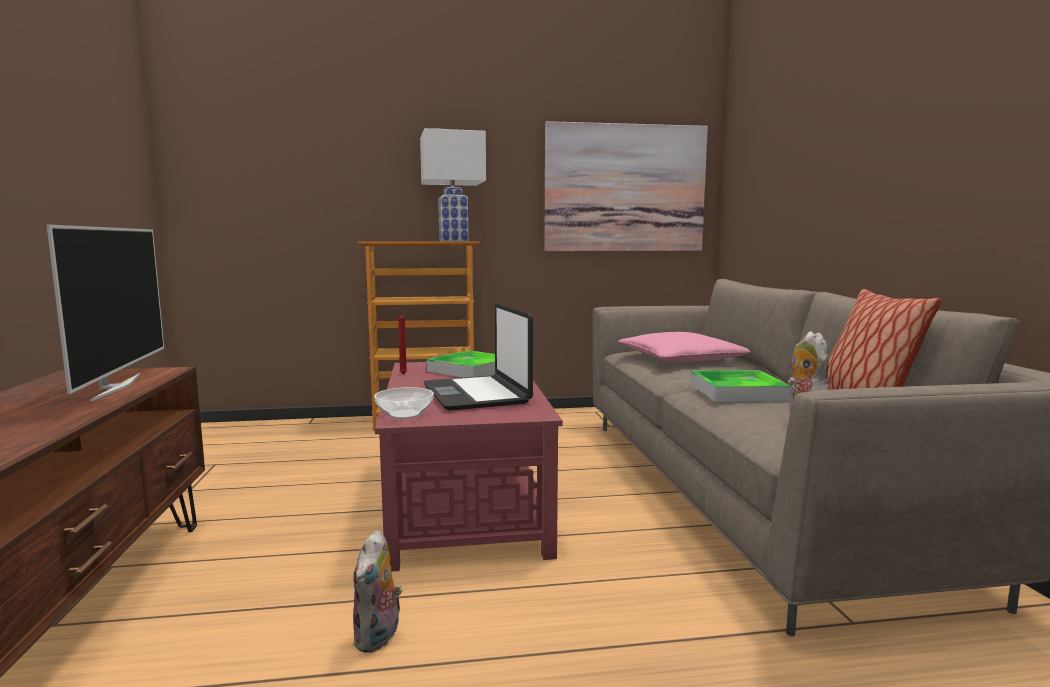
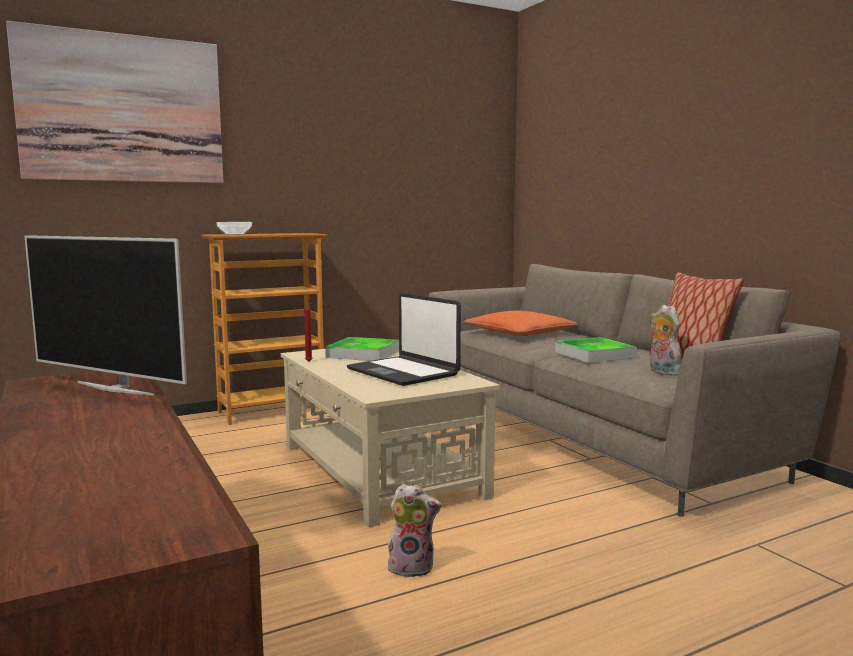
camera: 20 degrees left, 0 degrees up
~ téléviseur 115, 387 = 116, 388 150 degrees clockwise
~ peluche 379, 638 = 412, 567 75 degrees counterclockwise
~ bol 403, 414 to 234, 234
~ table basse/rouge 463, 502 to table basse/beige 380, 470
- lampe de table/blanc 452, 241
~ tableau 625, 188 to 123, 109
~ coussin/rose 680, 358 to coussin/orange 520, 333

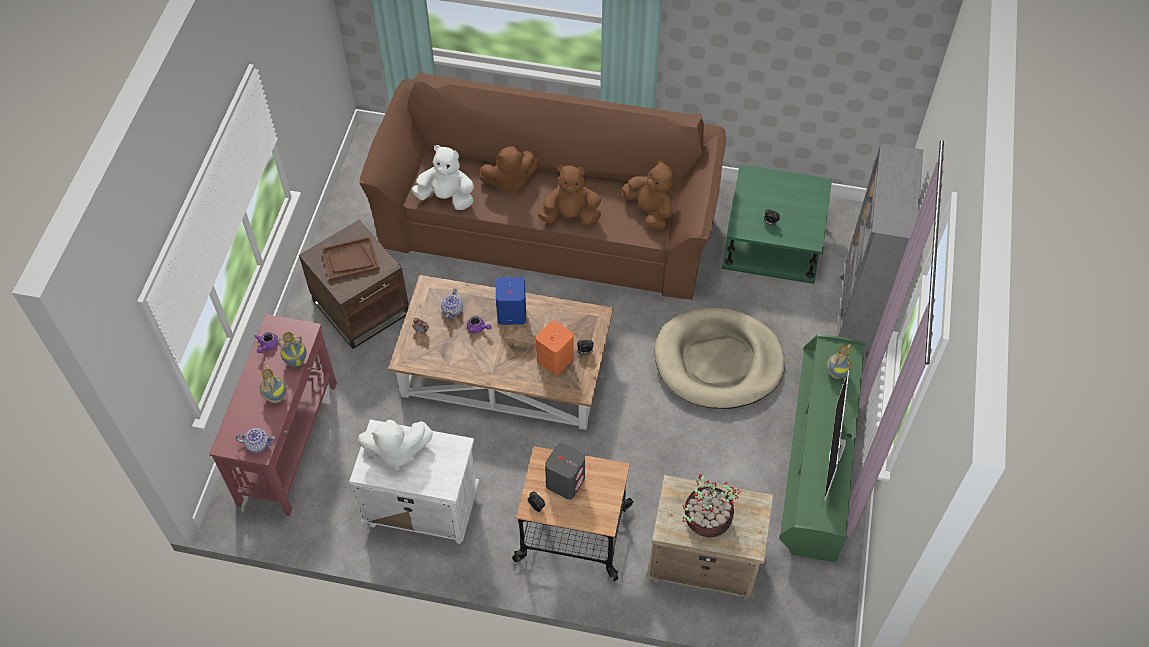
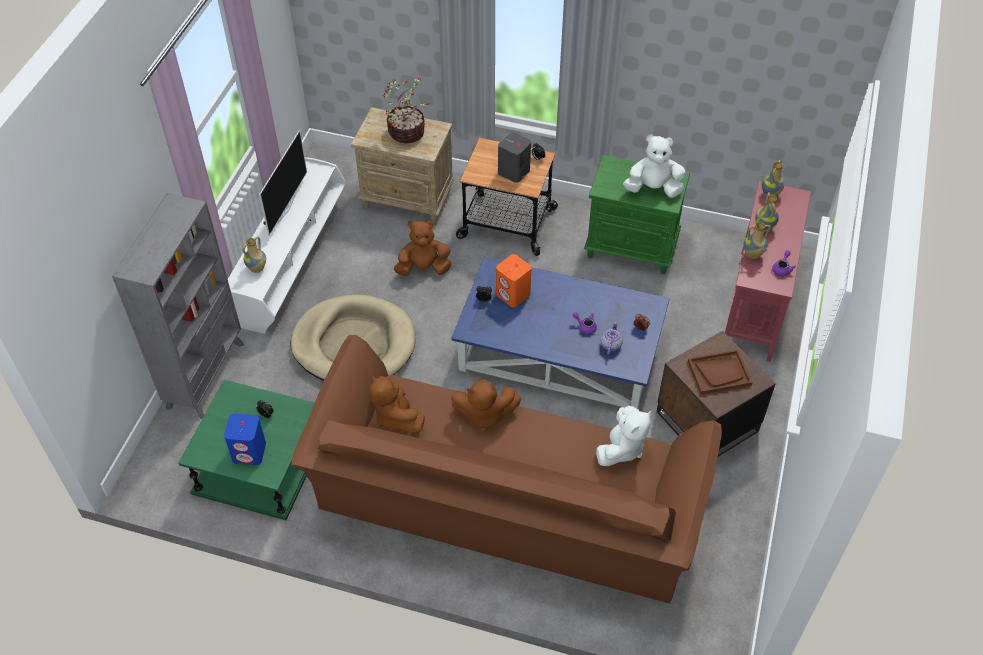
camera: 175 degrees left, 5 degrees down
~ théière 258, 444 to vase 770, 194
~ table de chevet/blanc 421, 508 to table de chevet/vert 632, 248
~ table basse/marron 506, 367 to table basse/bleu 557, 353
~ peluche/blanc 446, 197 = 622, 448 75 degrees counterclockwise
~ peluche/marron 510, 181 to 423, 268
~ enceinte/bleu 511, 313 to 249, 452
~ meuble télé/vert 816, 459 to meuble télé/blanc 292, 260

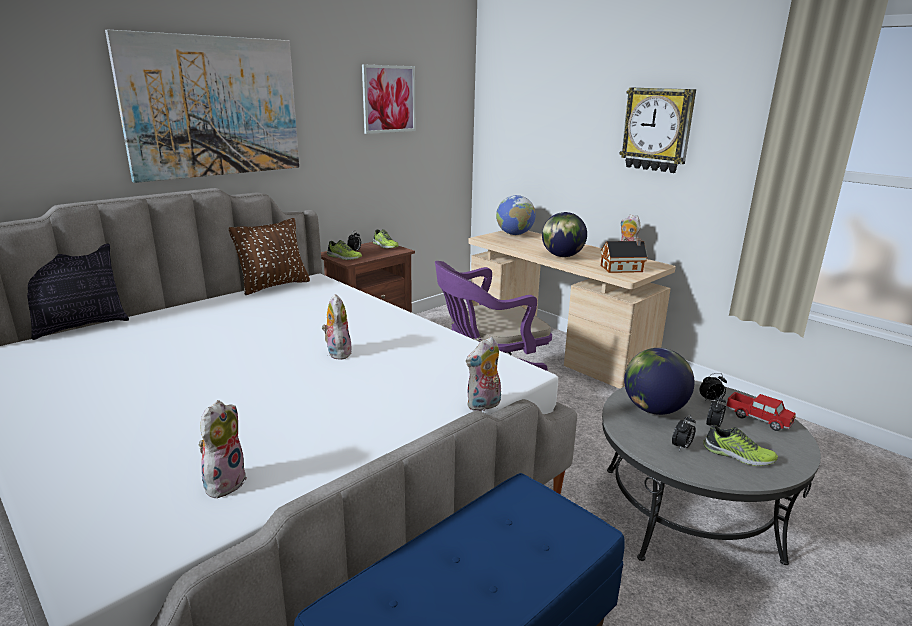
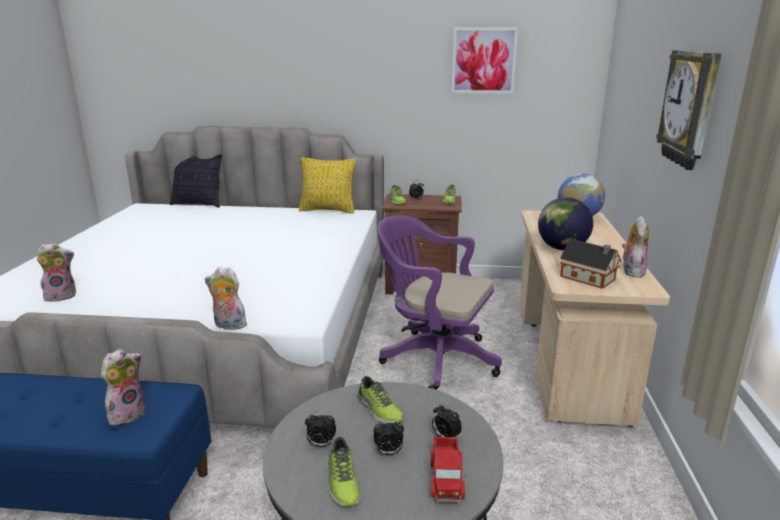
camera: 50 degrees right, 0 degrees up
- tableau 213, 107
~ coussin/marron 274, 286 to coussin/jaune 328, 210
~ peluche 337, 352 to 127, 413
~ globe 653, 409 to chaussure 378, 410

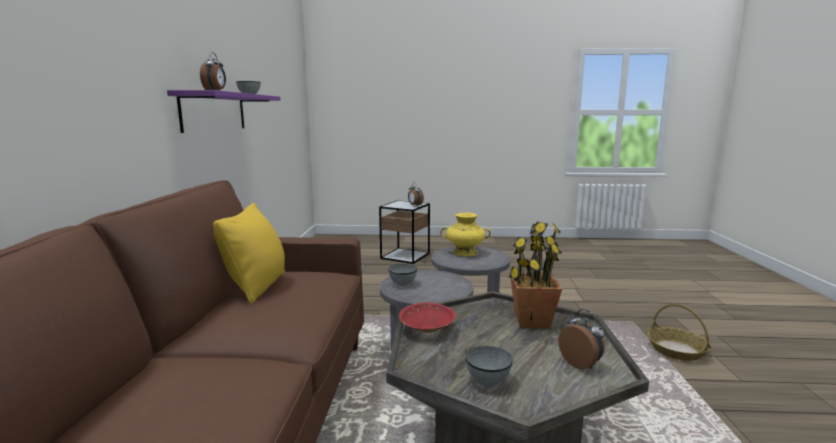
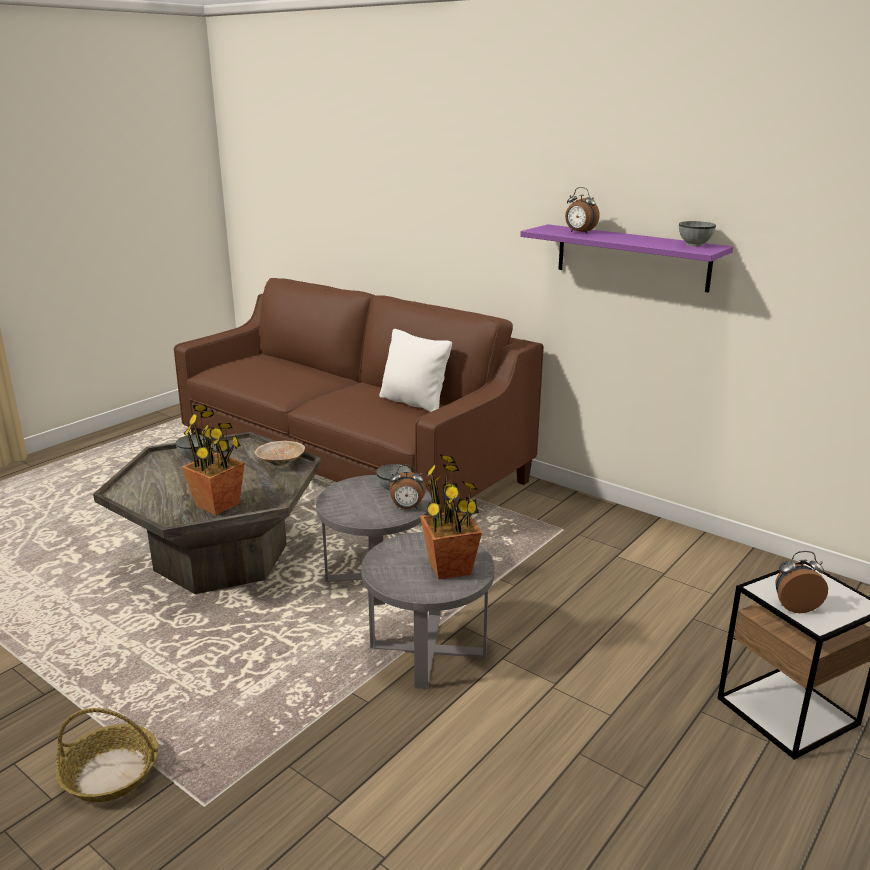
camera: 125 degrees right, 10 degrees up
~ coussin/jaune 257, 286 to coussin/blanc 414, 402
~ bol/rouge 426, 330 to bol/beige 281, 462
~ vase/jaune 464, 252 to plante en pot 450, 568
~ réveil 581, 364 to 407, 508

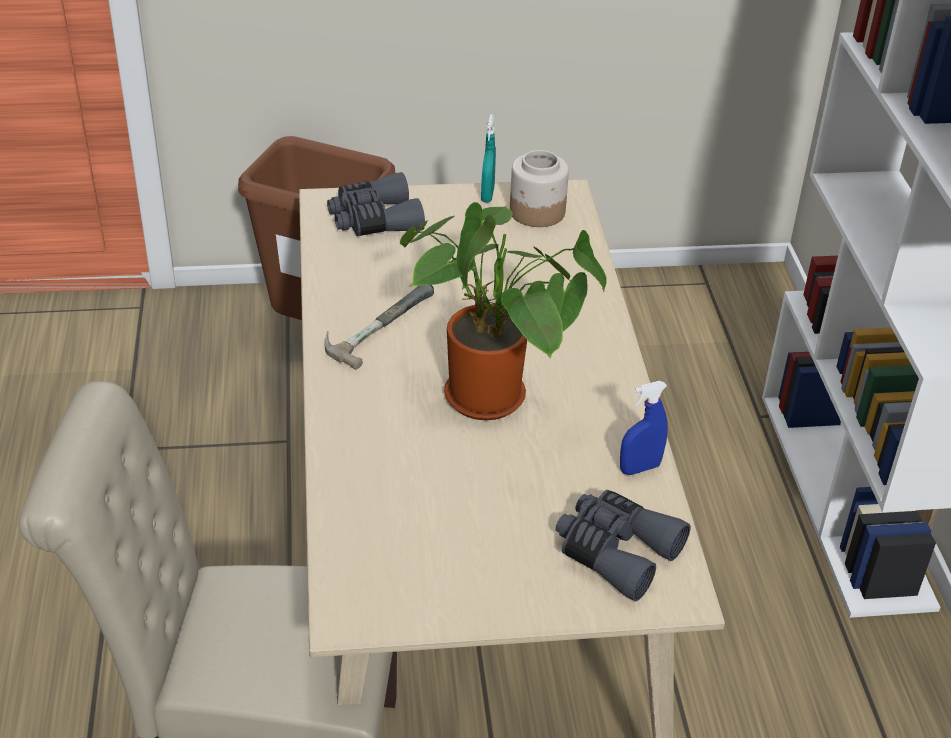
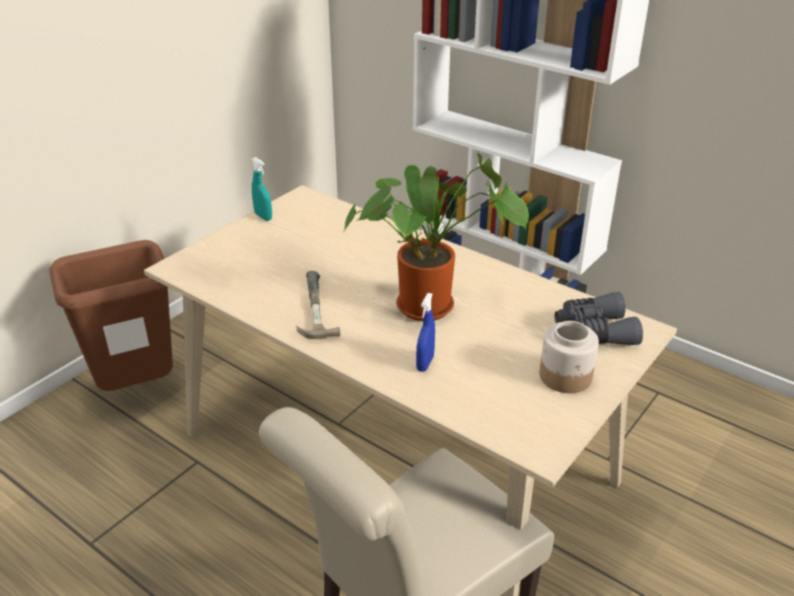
camera: 45 degrees left, 5 degrees down
- jumelles/gris 374, 220
~ bocal 537, 212 to 566, 376
~ vaporisateur/bleu 640, 468 to 425, 363

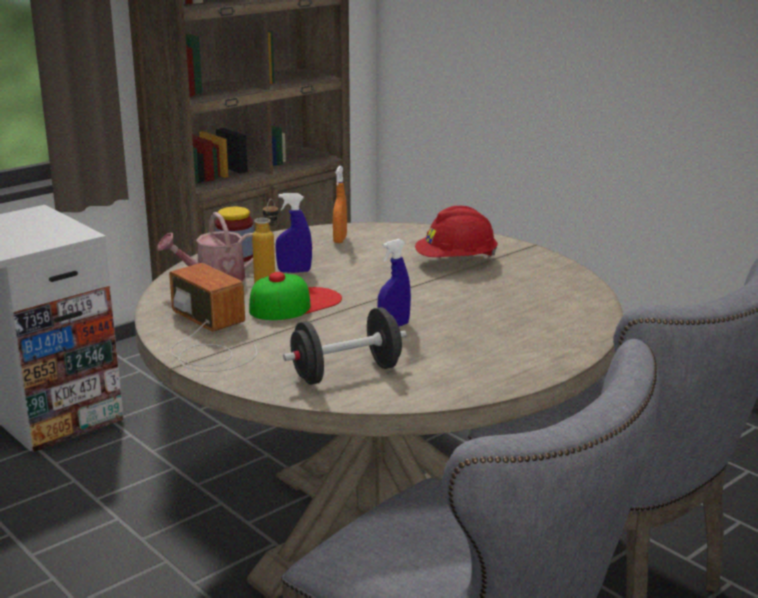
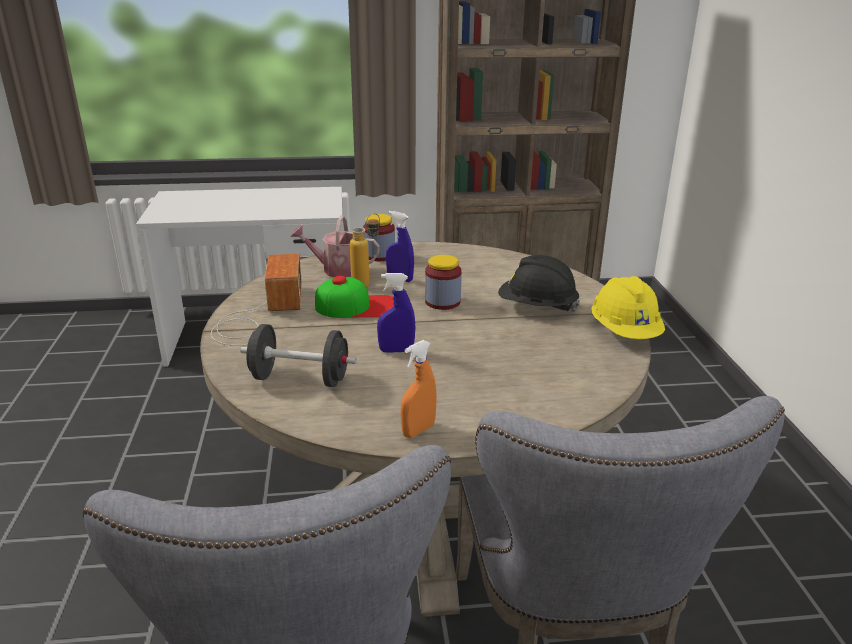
camera: 35 degrees right, 5 degrees up
~ vaporisateur/orange 340, 239 to 418, 430
~ casque de chantier/rouge 456, 262 to casque de chantier/noir 536, 307
+ bocal 442, 302
+ casque de chantier/jaune 624, 332

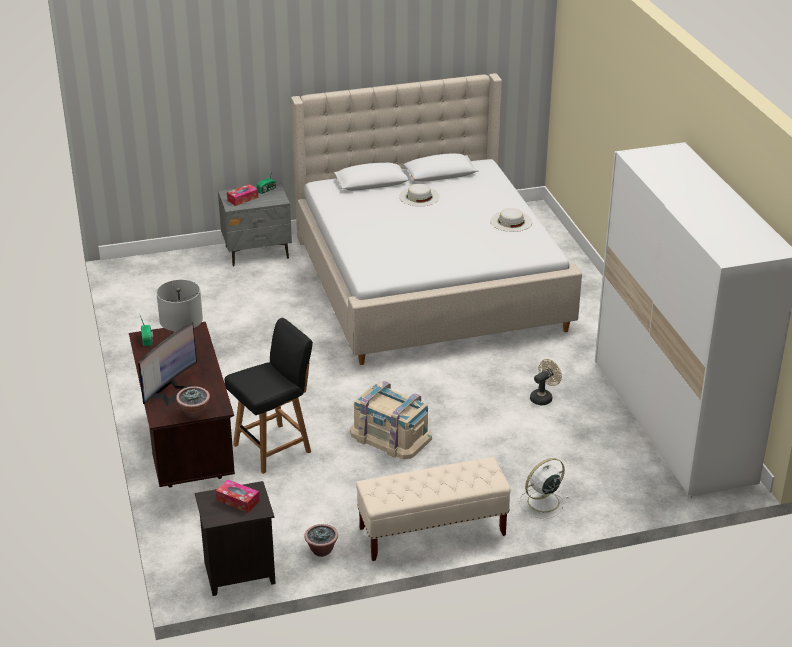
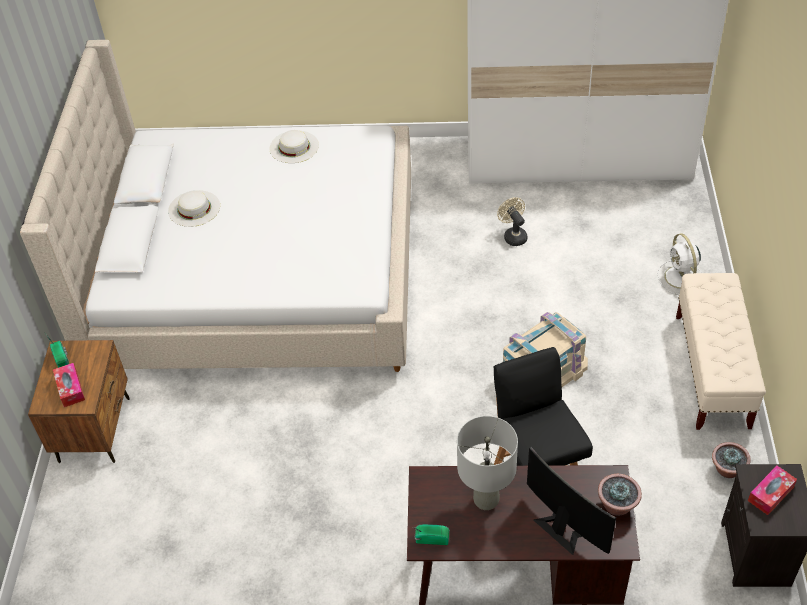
camera: 70 degrees left, 15 degrees up
~ table de chevet/gris 257, 252 to table de chevet/marron 95, 429

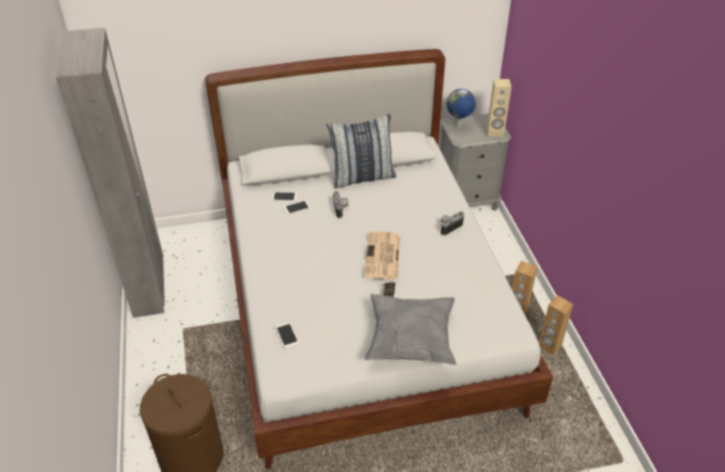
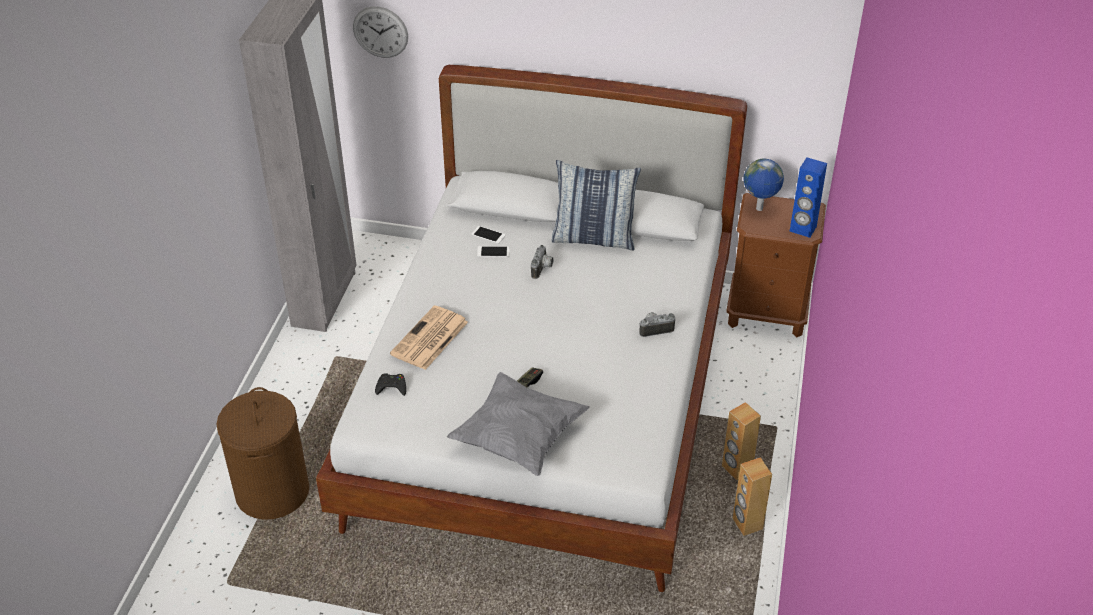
camera: 25 degrees right, 0 degrees up
~ téléphone 287, 335 to manette/noir 391, 387
~ journal 383, 256 to 429, 339
~ table de chevet/gris 467, 201 to table de chevet/marron 767, 313
~ enceinte/beige 495, 132 to enceinte/bleu 803, 229
+ horloge murale 380, 32

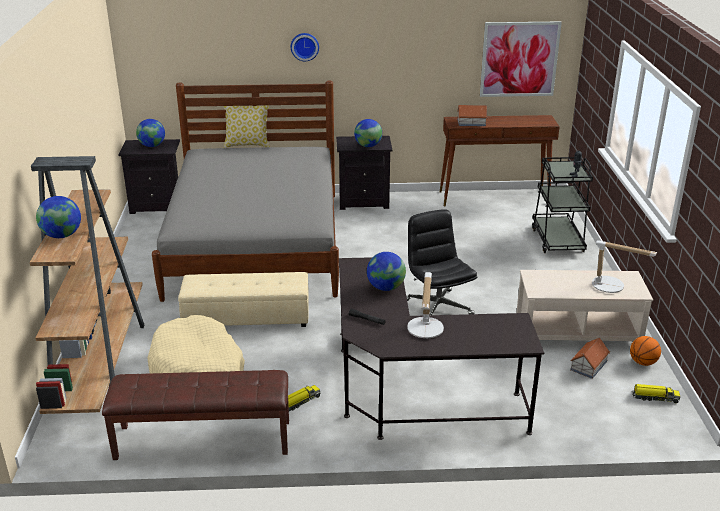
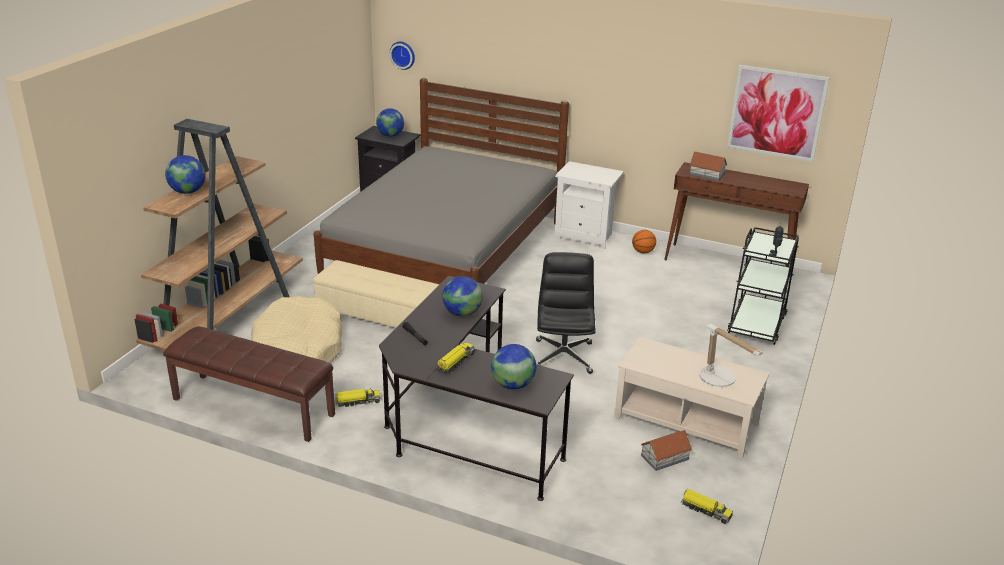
camera: 25 degrees right, 0 degrees up
- coussin 247, 145
~ horloge murale 304, 46 to 403, 54
~ table de chevet/noir 364, 201 to table de chevet/blanc 585, 236
~ globe 368, 146 to 513, 385
~ lampe de table 425, 332 to camion jouet 455, 362
~ ballon de basket 643, 362 to 643, 252

